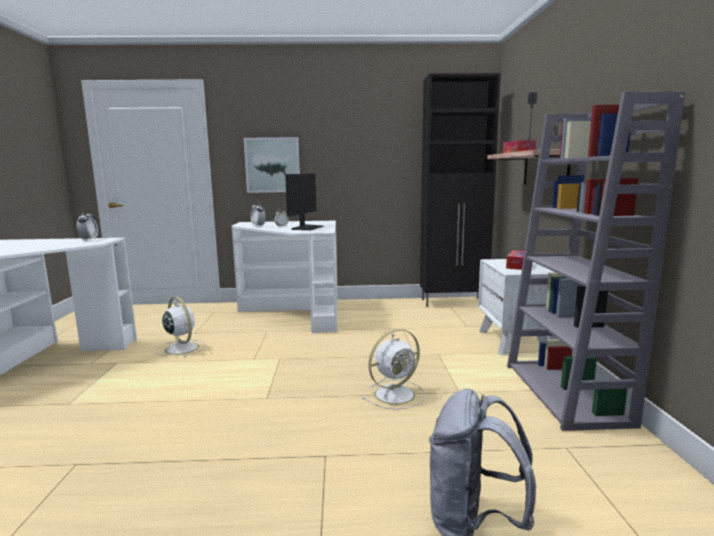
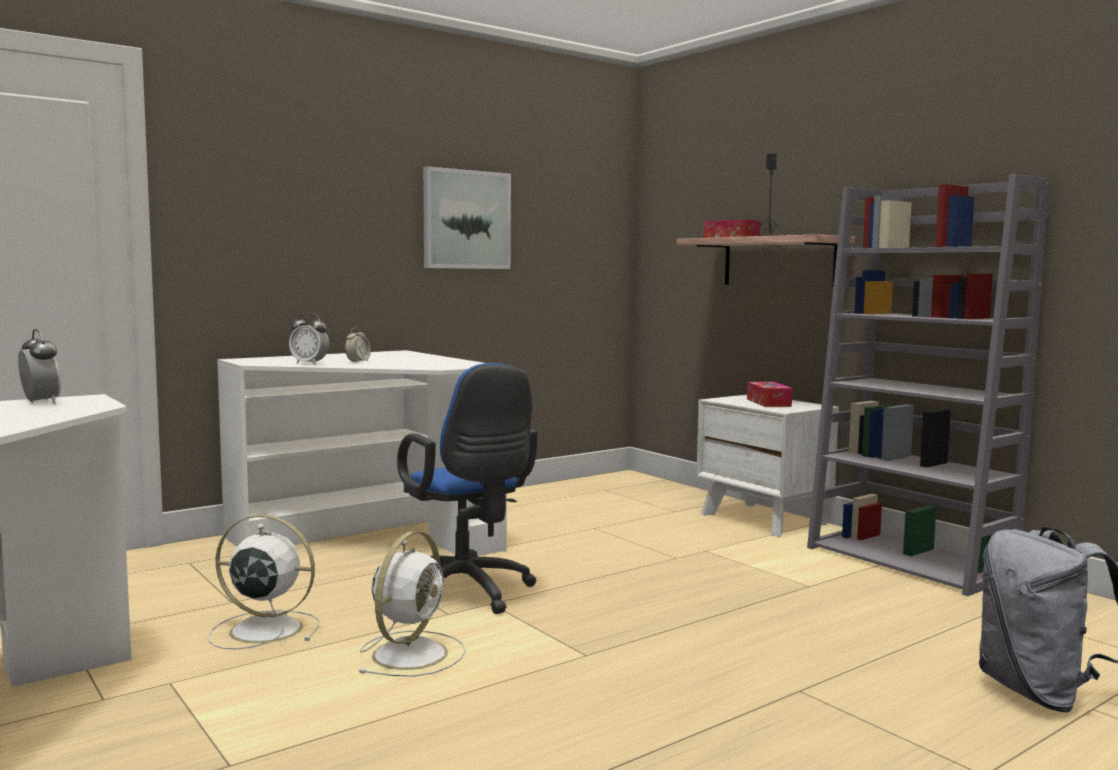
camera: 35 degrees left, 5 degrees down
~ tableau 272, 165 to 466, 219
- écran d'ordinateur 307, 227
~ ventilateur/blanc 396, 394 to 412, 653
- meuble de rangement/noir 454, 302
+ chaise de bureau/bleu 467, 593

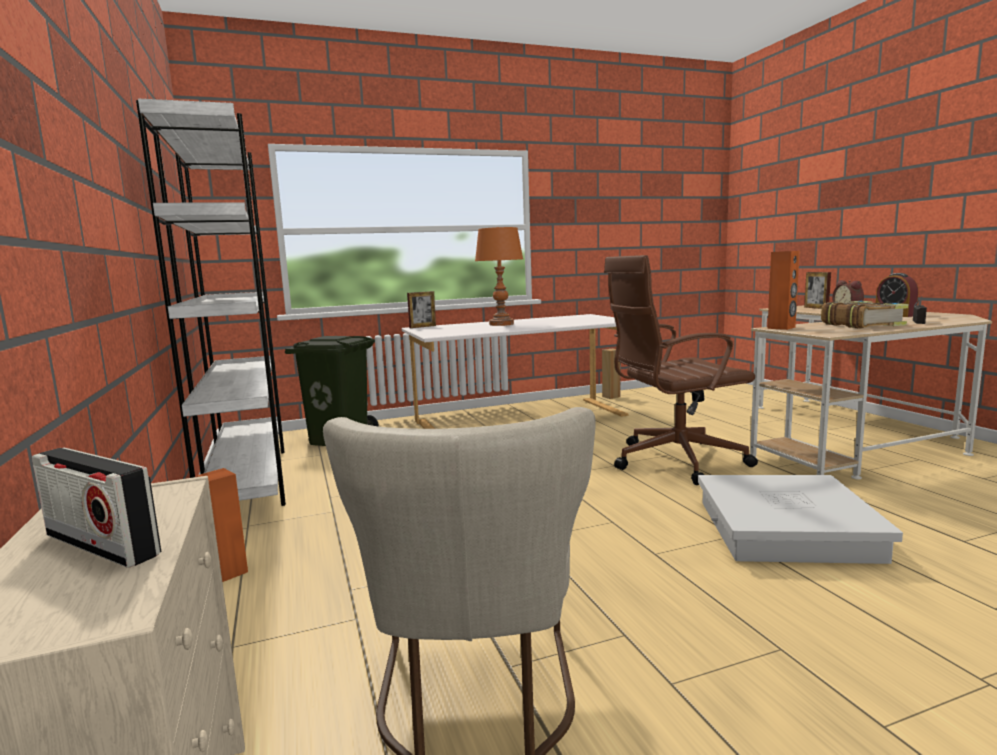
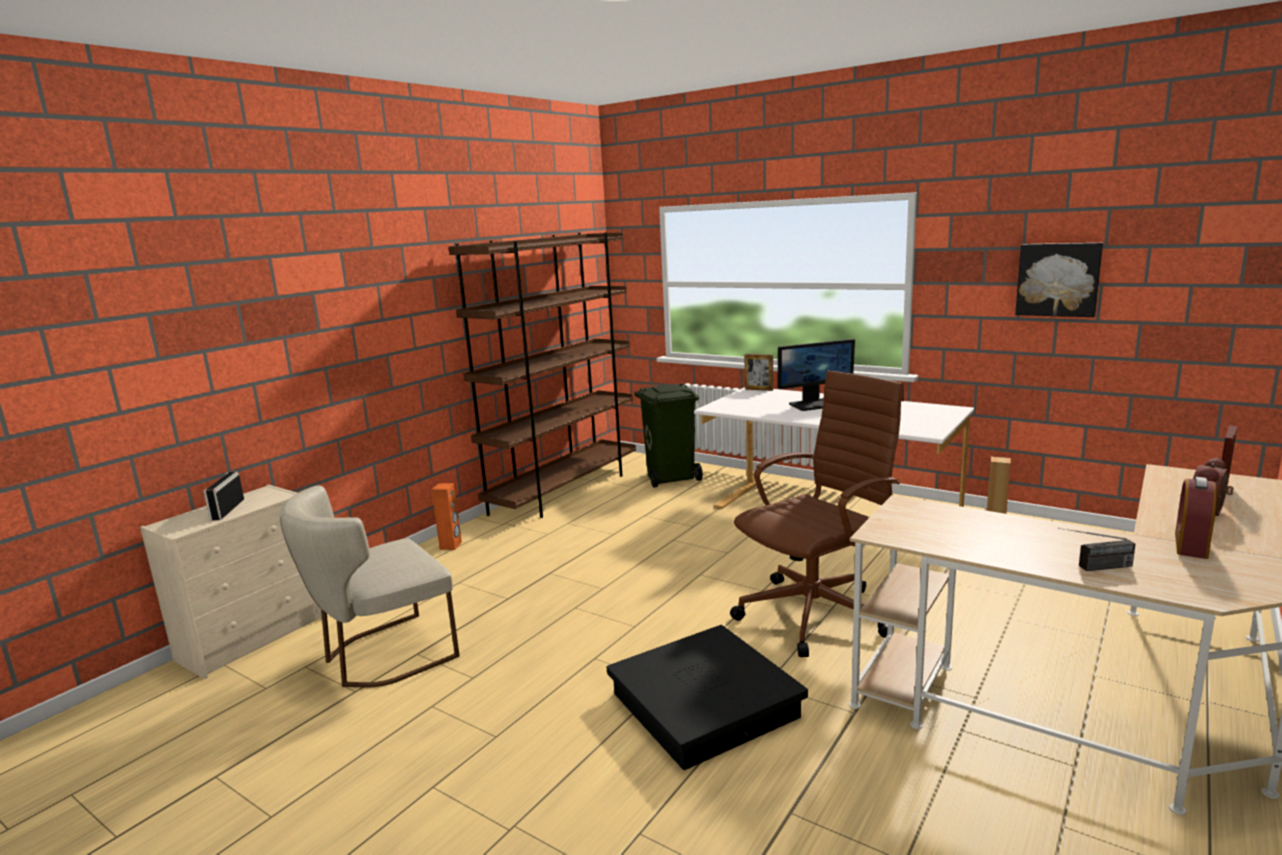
camera: 55 degrees right, 5 degrees up
~ bibliothèque/blanc 248, 480 to bibliothèque/marron 564, 491
~ lampe de table/orange 501, 324 to écran d'ordinateur 816, 404
~ chaise de bureau/marron 674, 461 = 817, 613 105 degrees clockwise
~ boîte de rangement/blanc 786, 530 to boîte de rangement/noir 703, 705
- enceinte/orange 781, 328
- livre 861, 325
+ tableau 1058, 279

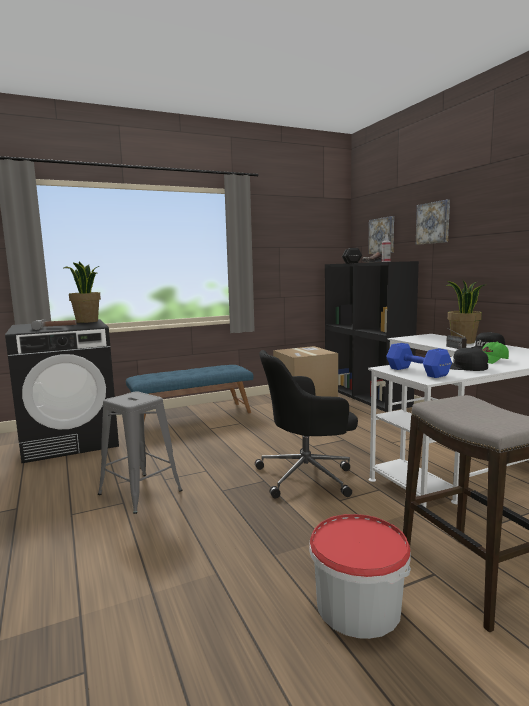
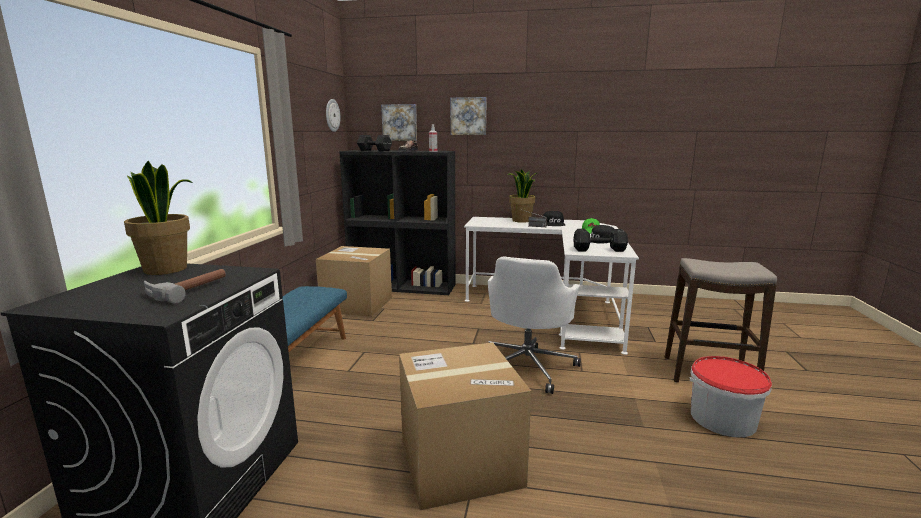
camera: 55 degrees left, 5 degrees up
~ tabouret/gris 140, 492 to carton 460, 461
~ chaise de bureau/noir 307, 476 to chaise de bureau/blanc 528, 366
~ haltère/bleu 418, 372 to haltère/noir 600, 250
+ horloge murale 332, 115

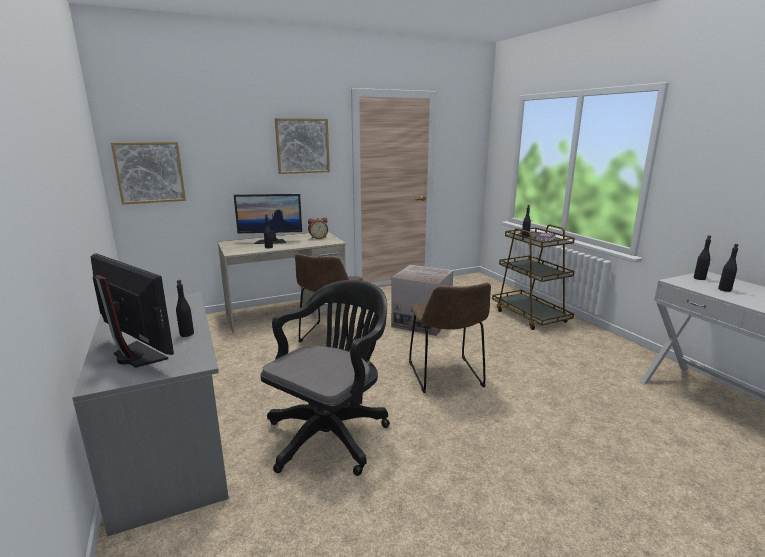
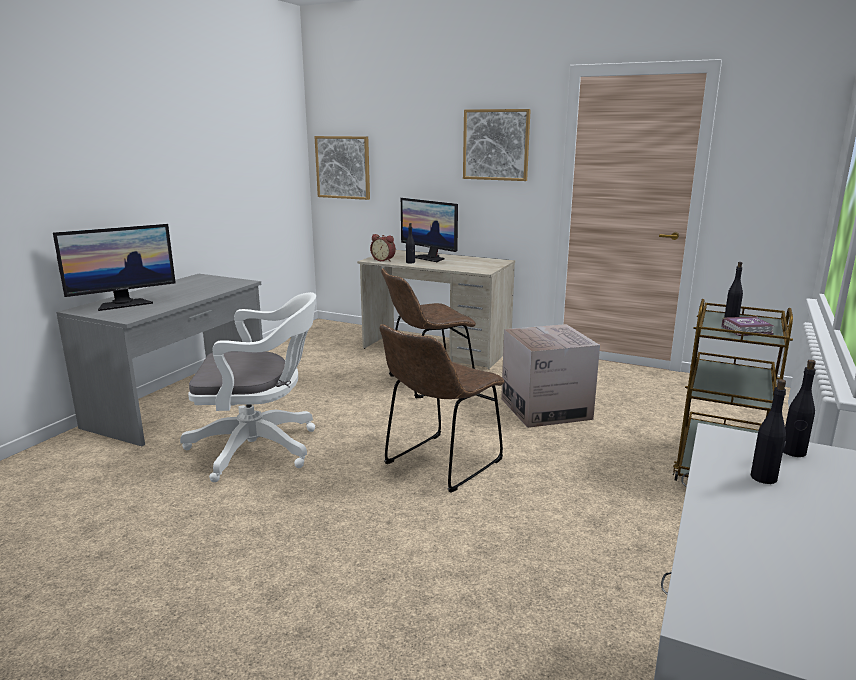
camera: 50 degrees right, 0 degrees up
~ écran d'ordinateur 136, 356 = 123, 304 60 degrees clockwise
- bouteille/noir 186, 334
~ chaise de bureau/noir 331, 433 to chaise de bureau/blanc 261, 448
~ réveil 318, 237 to 384, 260

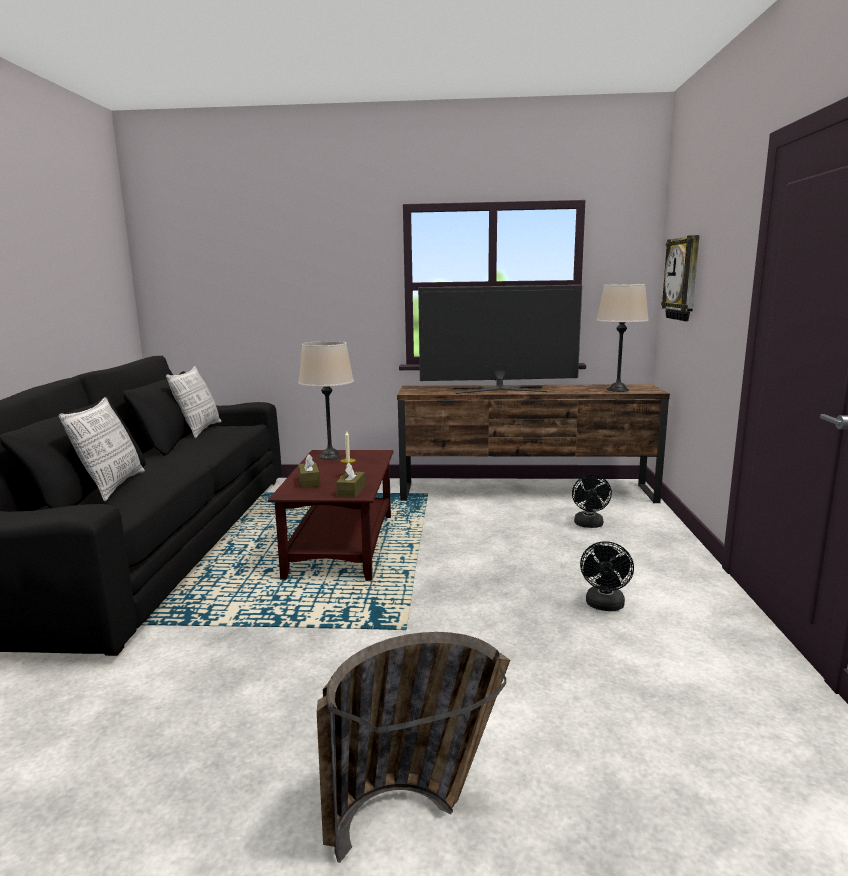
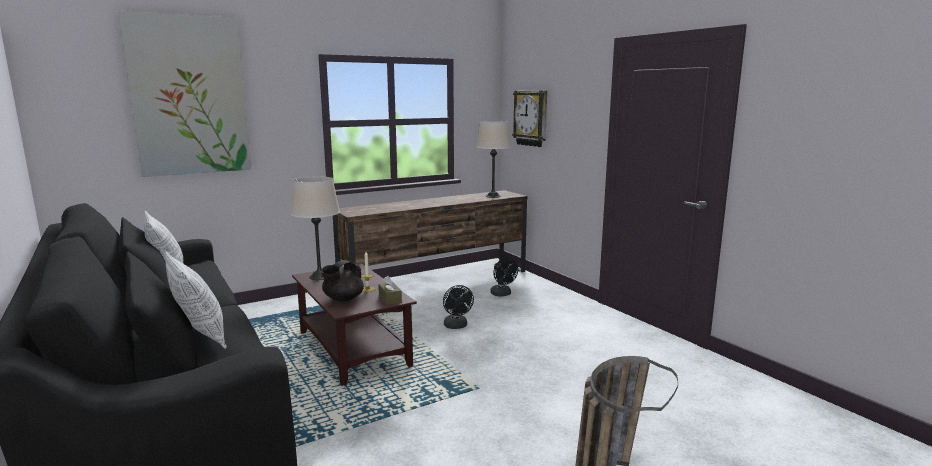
camera: 35 degrees left, 0 degrees up
~ boîte à mouchoirs/marron 309, 482 to théière/noir 343, 299
- téléviseur 499, 390
~ ventilateur/noir 604, 606 to 456, 326
+ tableau 189, 96

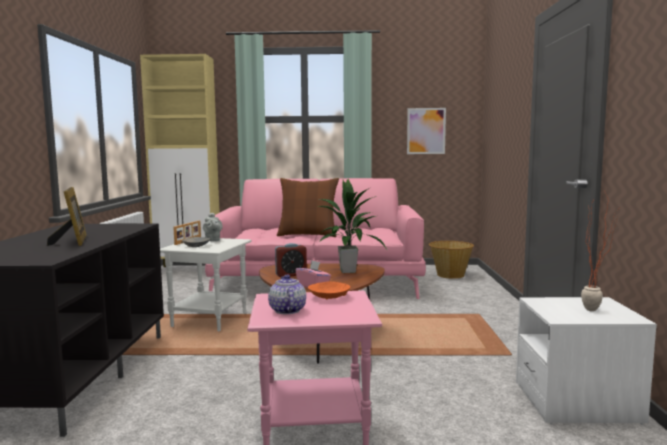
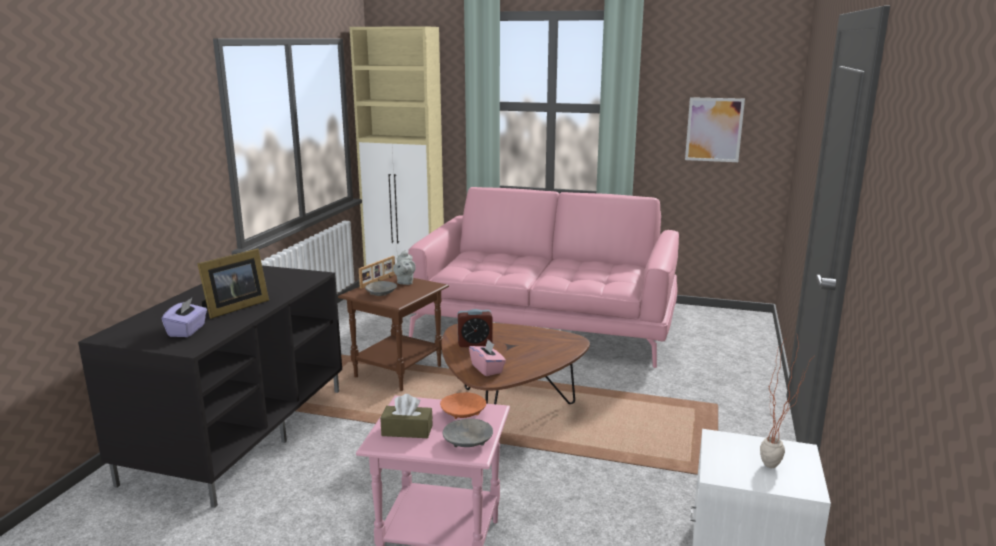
camera: 15 degrees right, 10 degrees up
~ cadre photo 73, 241 = 233, 308 45 degrees clockwise
~ table d'appoint/blanc 210, 319 to table d'appoint/marron 399, 371
~ théière 287, 310 to boîte à mouchoirs/marron 407, 430
- coussin/marron 308, 235
- plante en pot 347, 271
- panier 450, 275
+ boîte à mouchoirs/violet 187, 331
+ bol/gris 467, 441

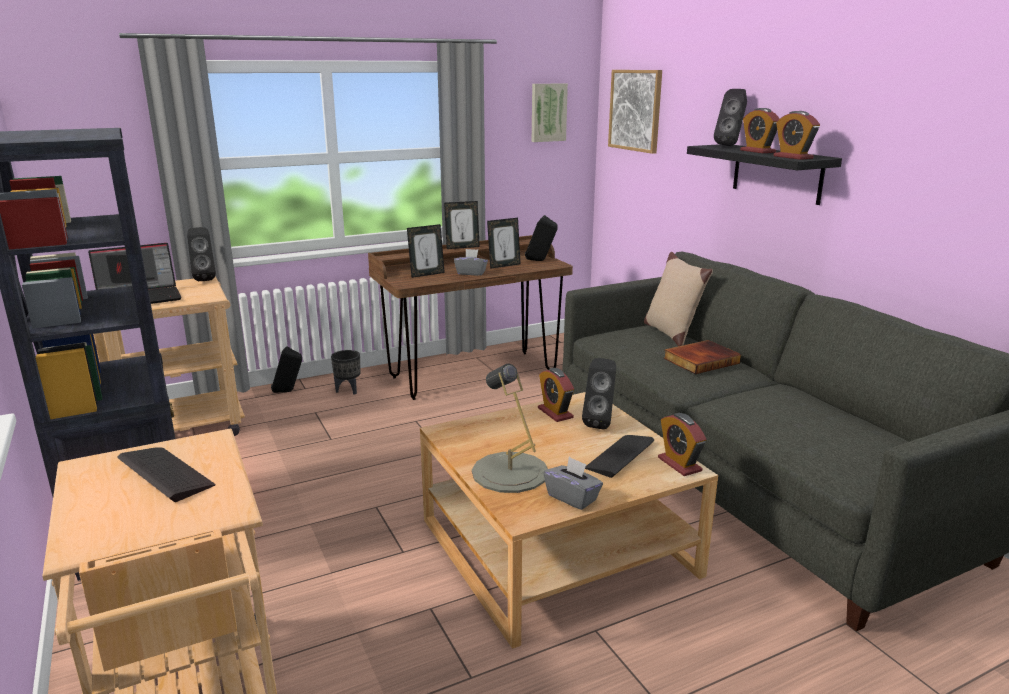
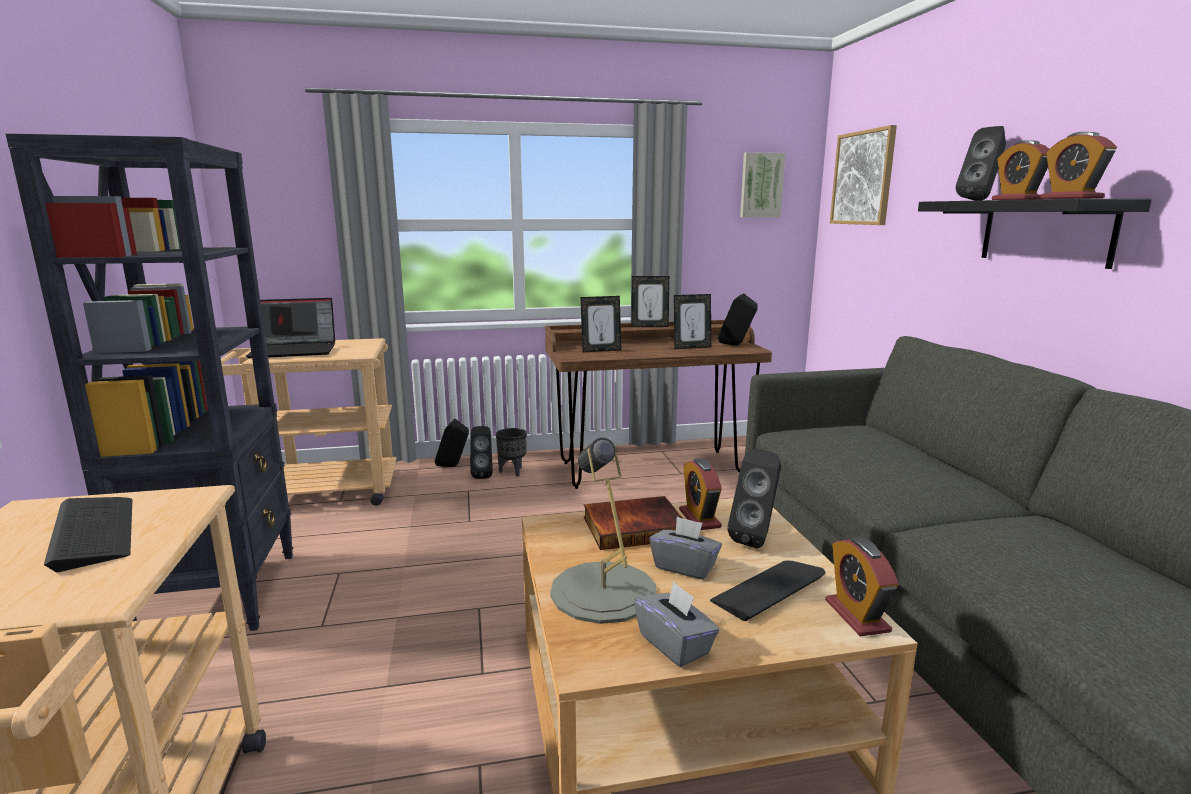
camera: 15 degrees right, 5 degrees down
~ enceinte/noir 205, 279 to 482, 475
~ boîte à mouchoirs/gris 471, 273 to 685, 567
- coussin/beige 671, 333
~ livre 700, 360 to 634, 527

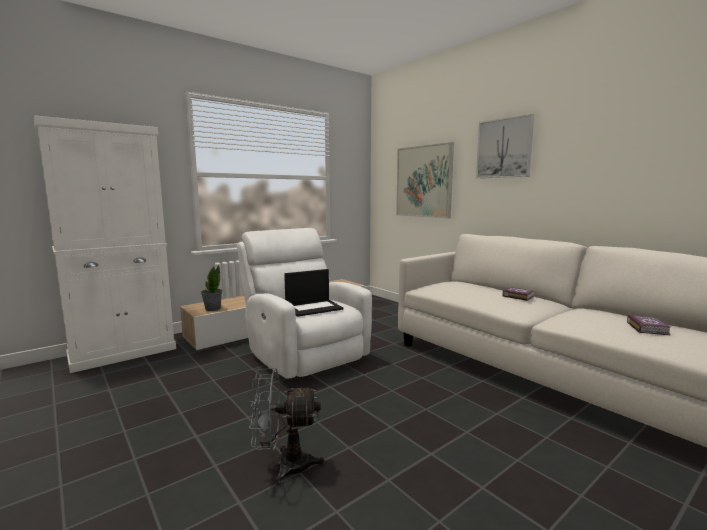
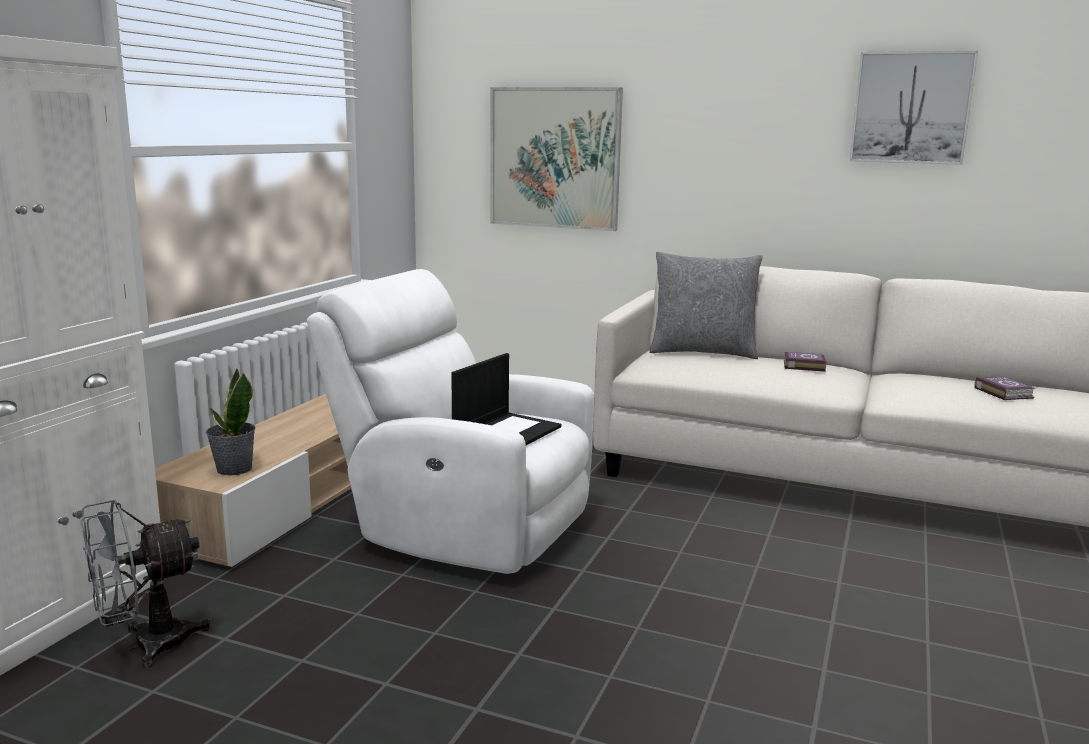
camera: 30 degrees left, 5 degrees up
~ ventilateur/gris 284, 465 to 146, 645
~ tableau 504, 148 to 911, 108
+ coussin/gris 702, 352

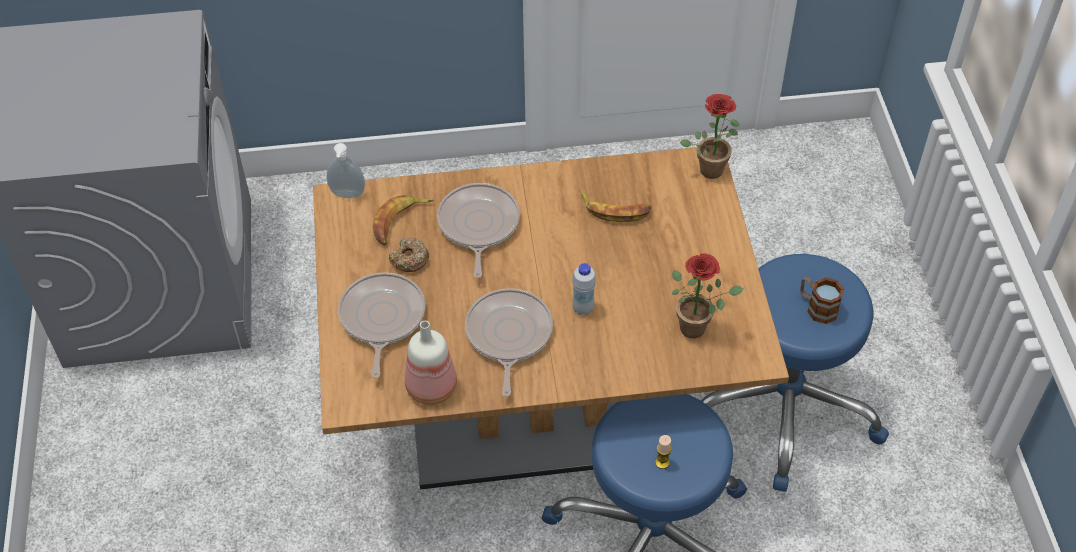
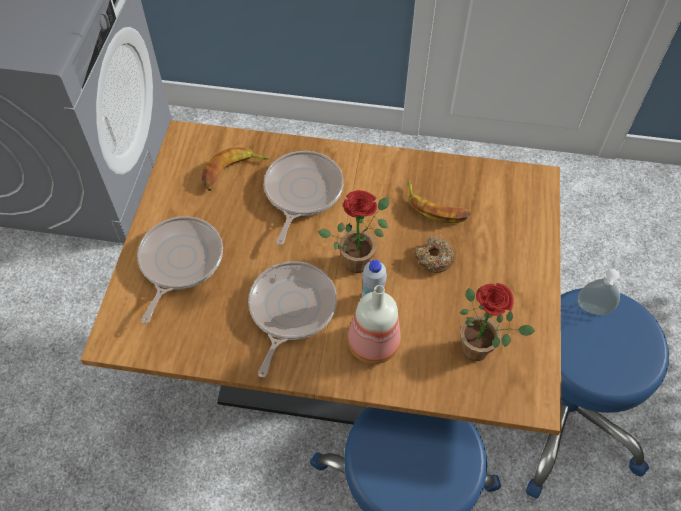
camera: 15 degrees right, 5 degrees up
~ distributeur de savon 347, 195 to 592, 310
~ beignet 409, 259 to 433, 259
~ bouteille 430, 388 to 372, 345
- bougie 662, 462
~ plante en pot 711, 166 to 359, 258
- mug 817, 307

